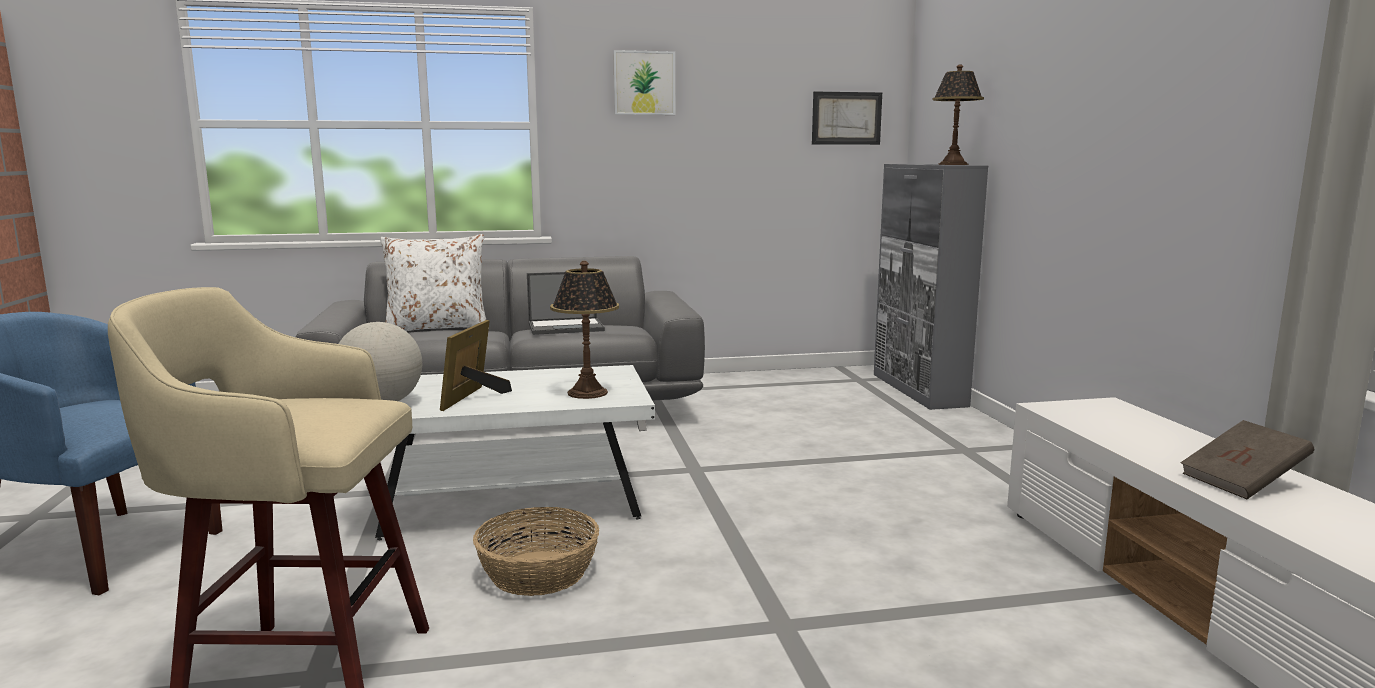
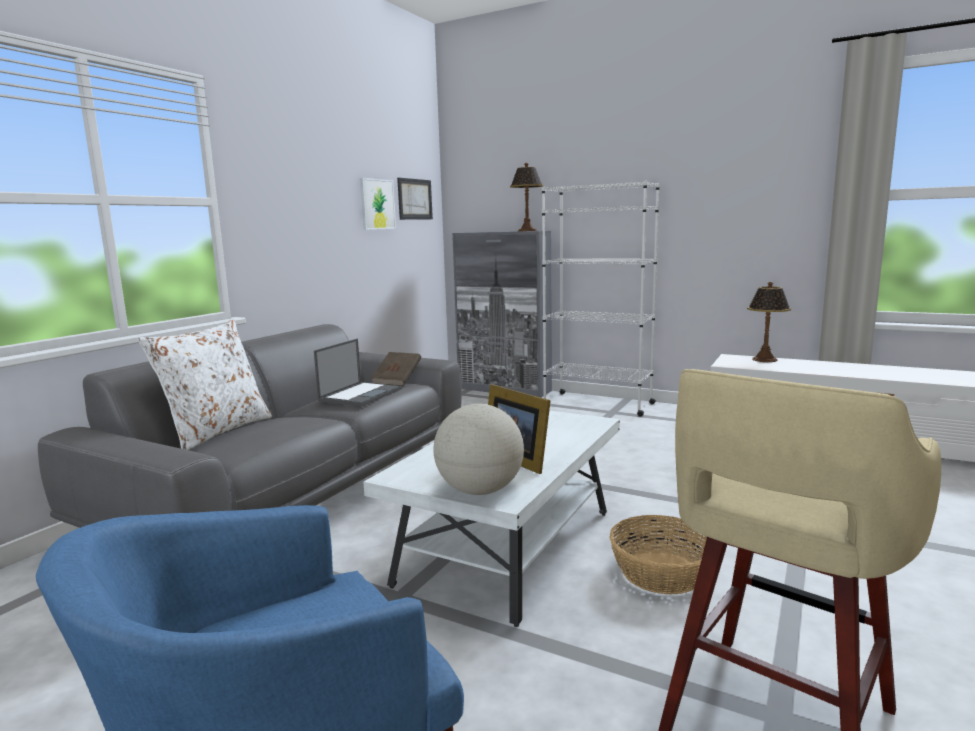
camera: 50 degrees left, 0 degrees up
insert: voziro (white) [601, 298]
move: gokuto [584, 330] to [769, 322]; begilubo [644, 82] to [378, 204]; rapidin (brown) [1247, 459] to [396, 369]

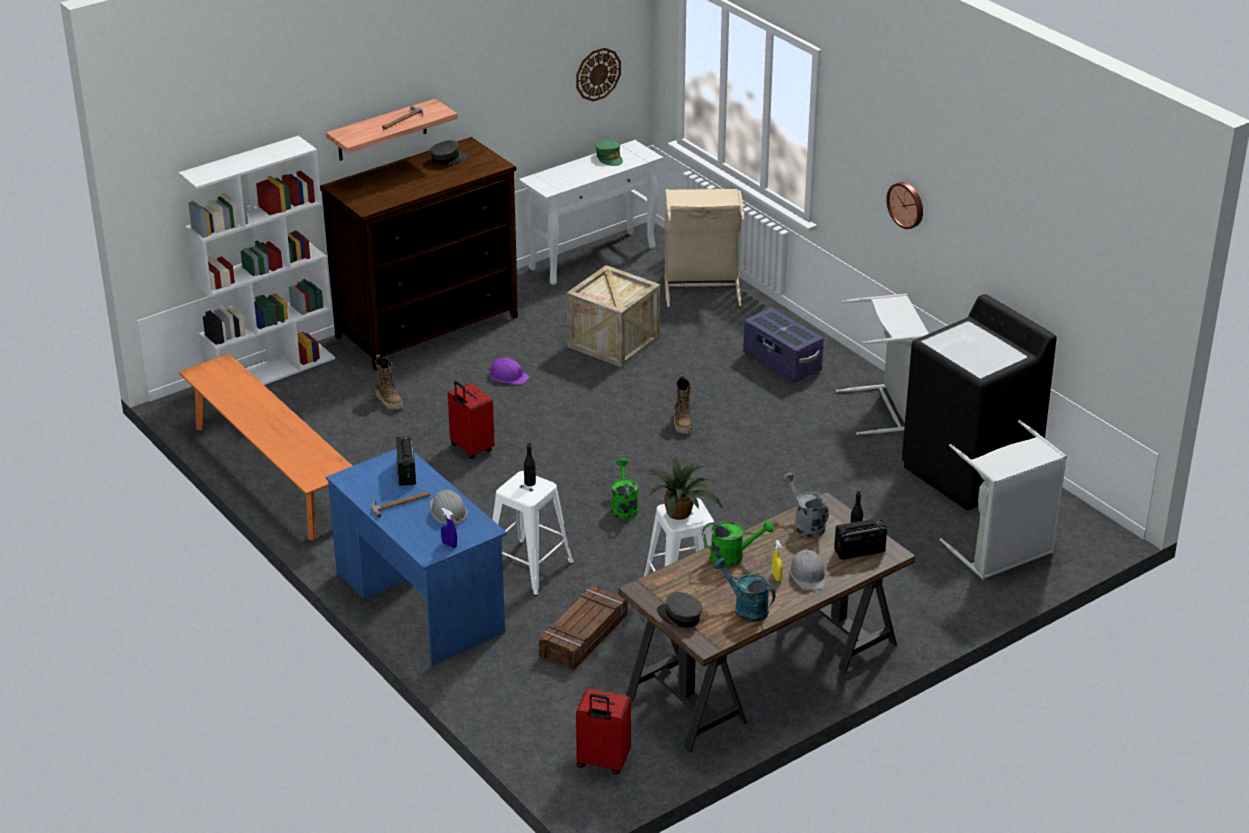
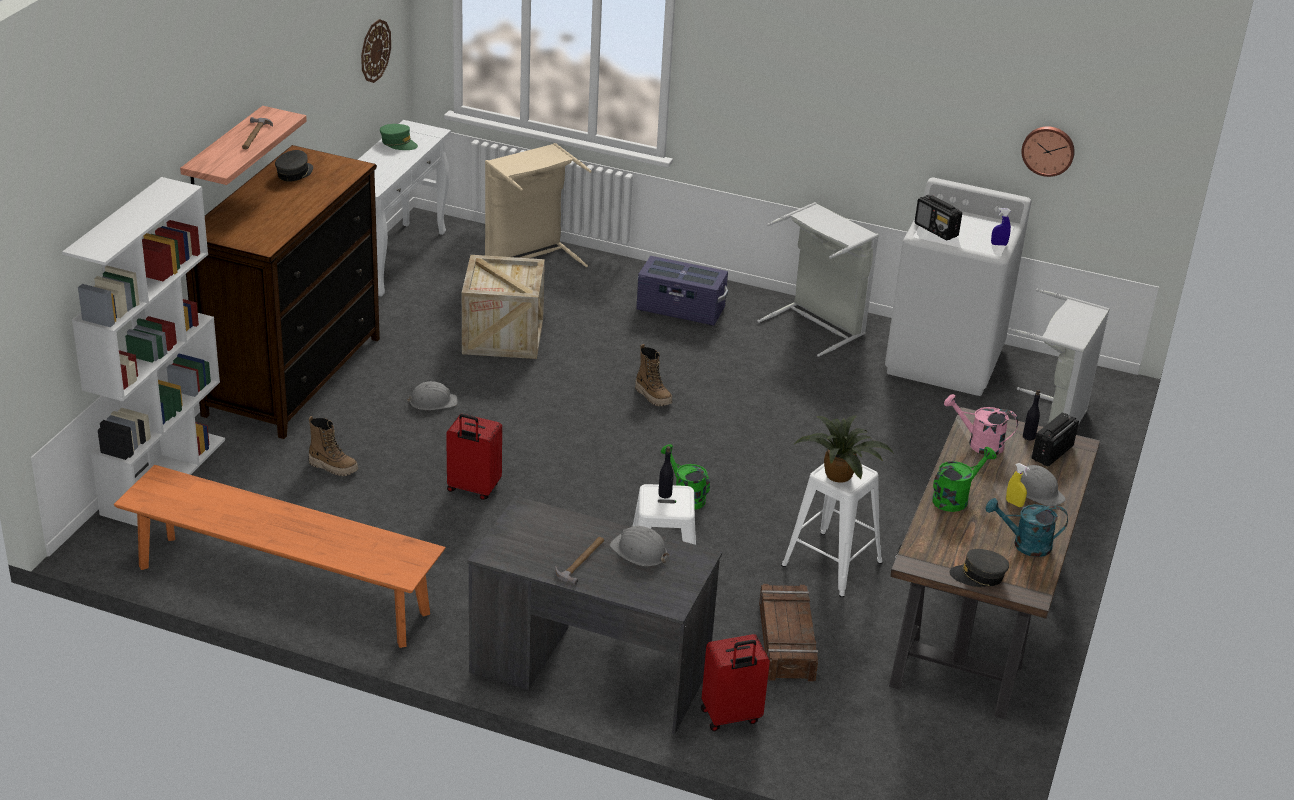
camera: 35 degrees left, 0 degrees up
move: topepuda [406, 461] to [938, 217]; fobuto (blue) [449, 528] to [1001, 227]; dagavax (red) [603, 731] to [735, 682]; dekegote [904, 205] to [1048, 151]
recolor: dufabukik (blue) [416, 557] to dufabukik (grey) [595, 615]; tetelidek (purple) [508, 371] to tetelidek (grey) [432, 395]; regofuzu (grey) [805, 505] to regofuzu (pink) [981, 424]; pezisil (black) [979, 402] to pezisil (white) [958, 287]

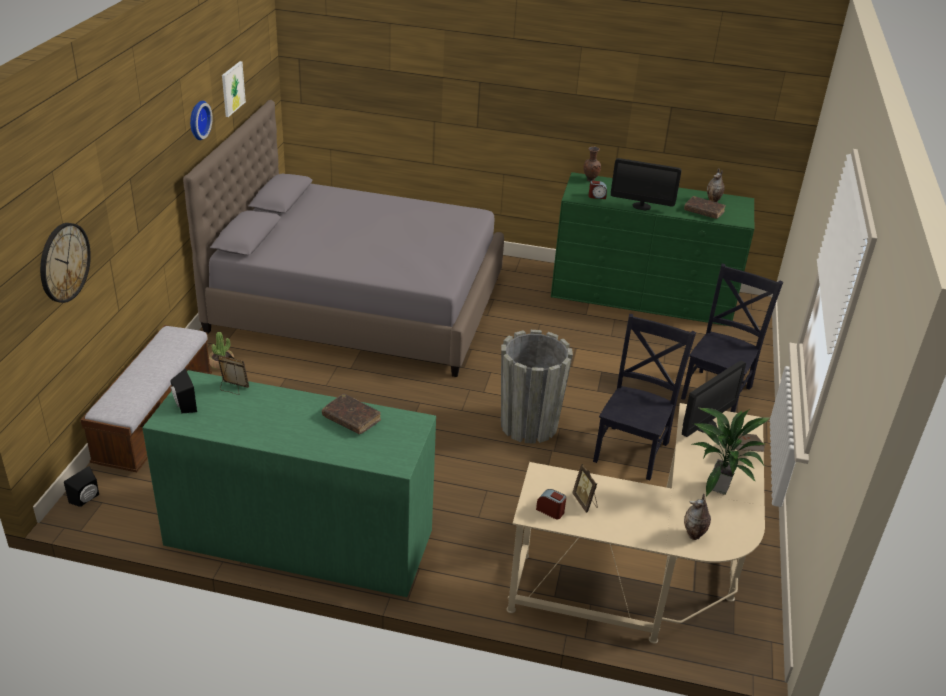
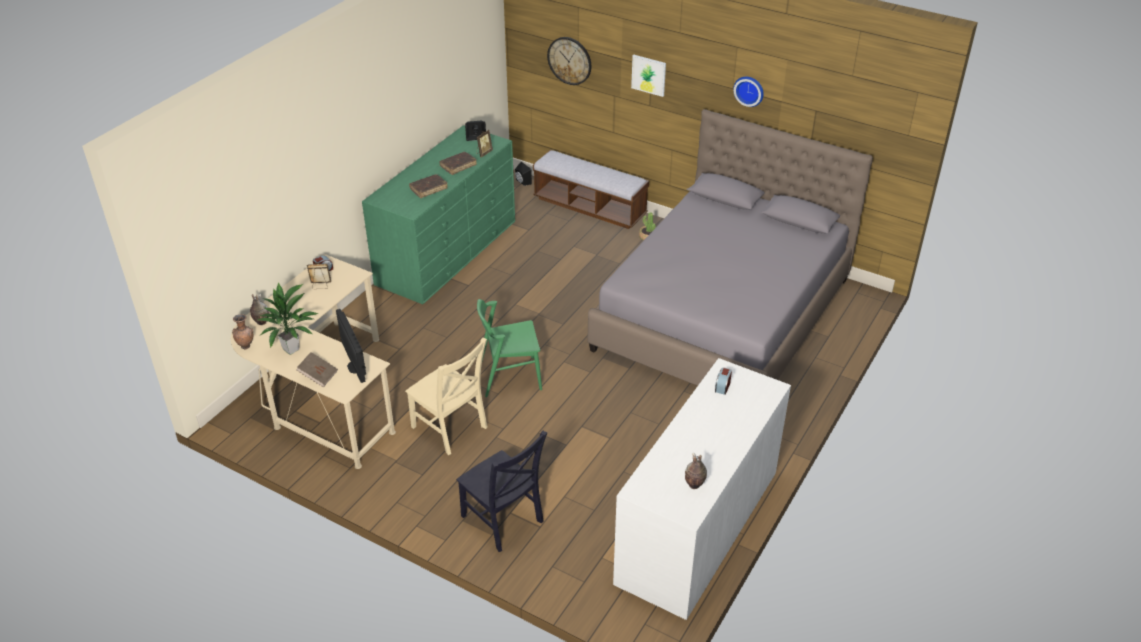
camera: 110 degrees right, 5 degrees up
delete: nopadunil [646, 184]
move: begilubo [234, 89] to [648, 76]; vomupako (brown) [592, 164] to [242, 331]; rapidin (brown) [705, 207] to [458, 163]
replace: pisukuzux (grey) [537, 387] to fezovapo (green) [509, 348]
recolor: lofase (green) [652, 249] to lofase (white) [702, 489]; fezovapo (black) [644, 397] to fezovapo (beige) [446, 396]

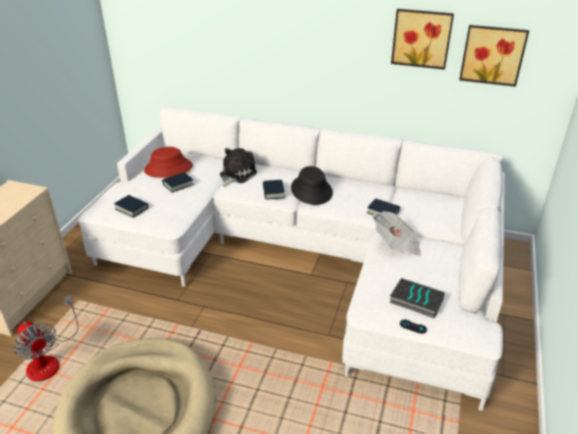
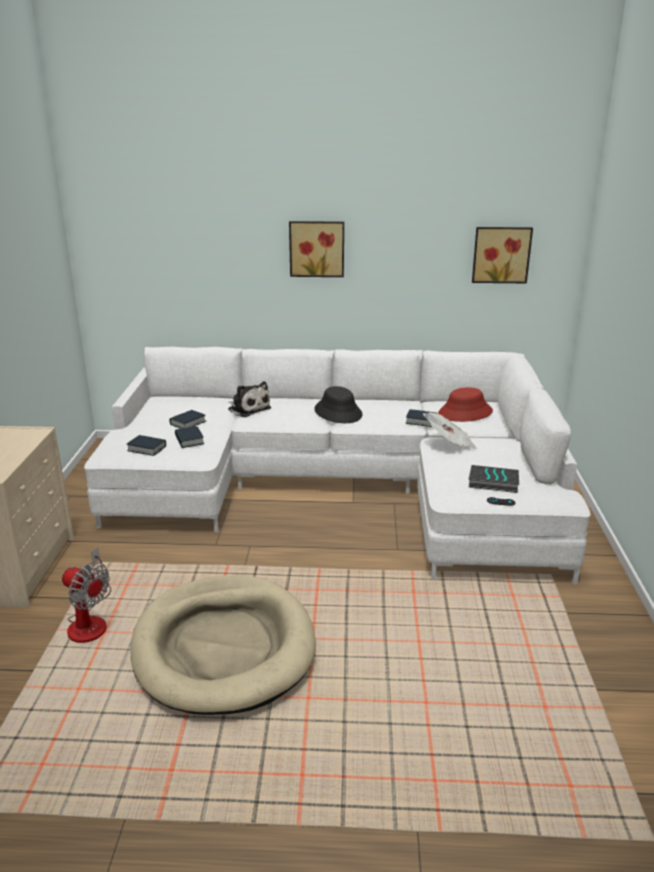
camera: 15 degrees left, 10 degrees down
move: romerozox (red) [168, 162] to [465, 404]; rapidin [274, 190] to [189, 437]; begilubo [422, 39] to [316, 249]
rotate: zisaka [238, 167] = [249, 399] 120 degrees clockwise

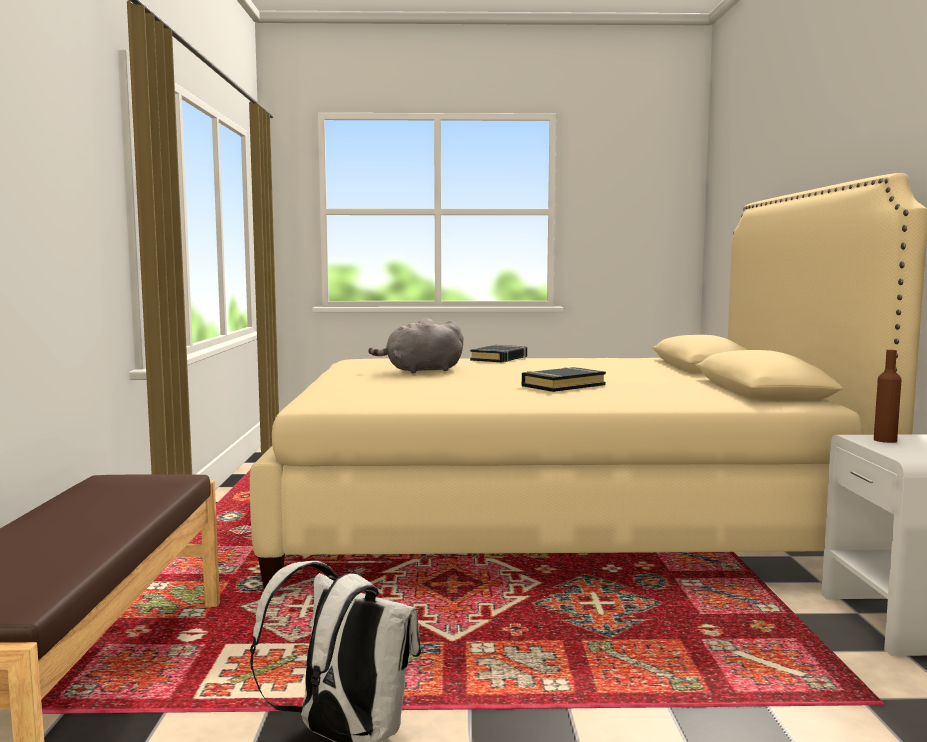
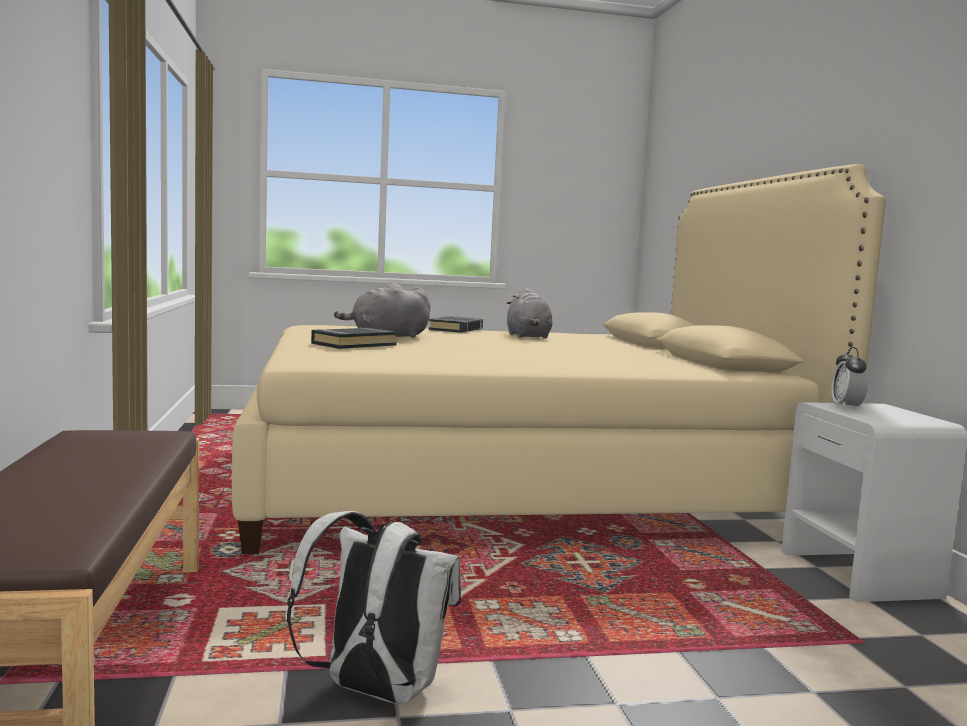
camera: 10 degrees left, 0 degrees up
insert: zisaka (grey) [529, 313]
move: rapidin (black) [564, 379] to [354, 338]
replace: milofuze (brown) [888, 396] to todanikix [850, 378]

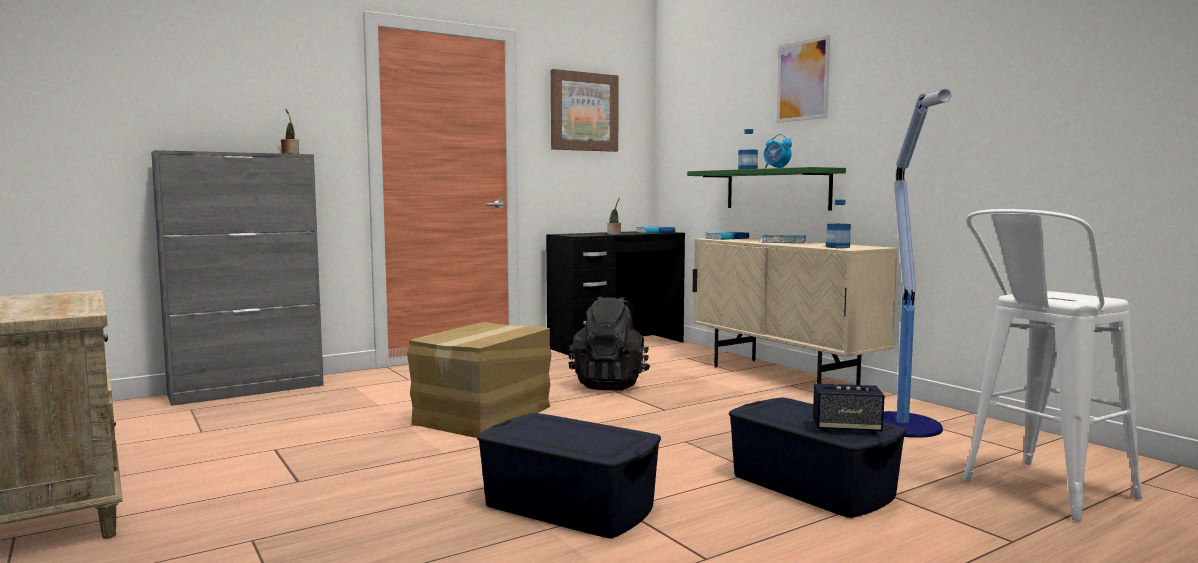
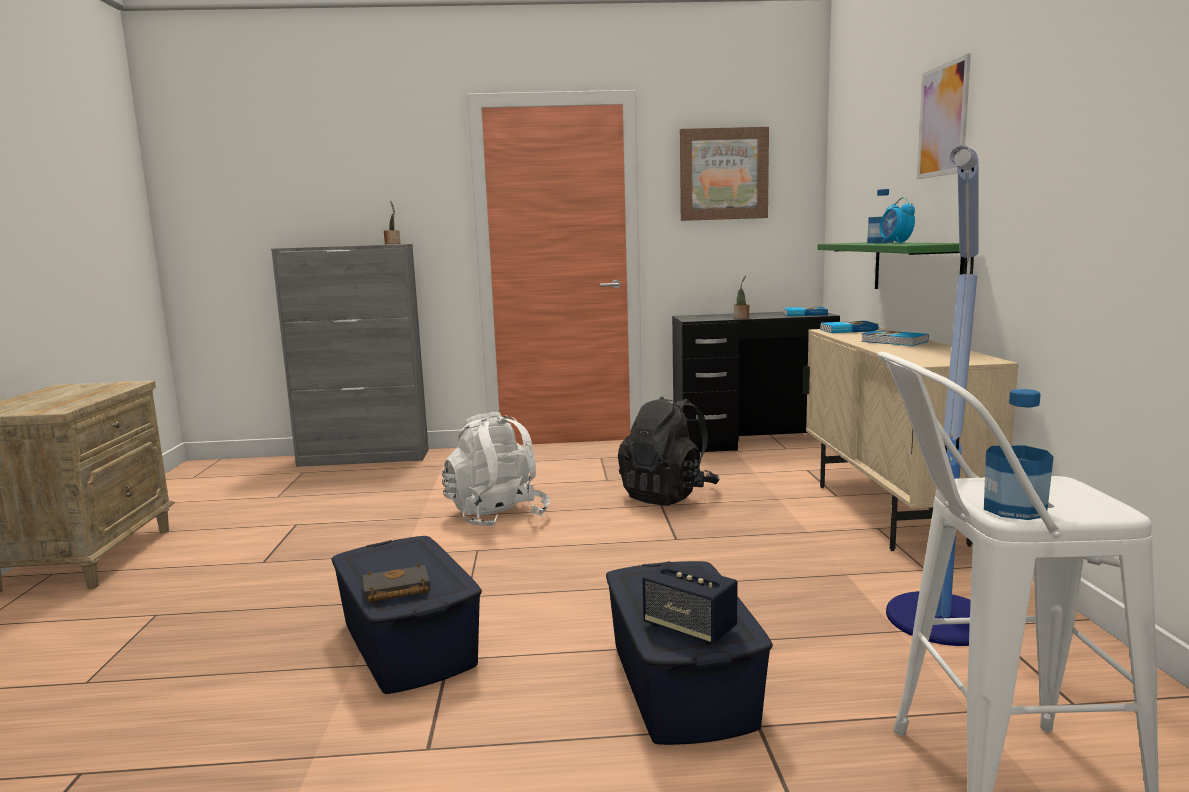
camera: 30 degrees right, 5 degrees up
insert: rapidin (black) [397, 583]
move: milofuze [838, 223] to [1019, 454]
replace: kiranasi [479, 380] to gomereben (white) [496, 469]

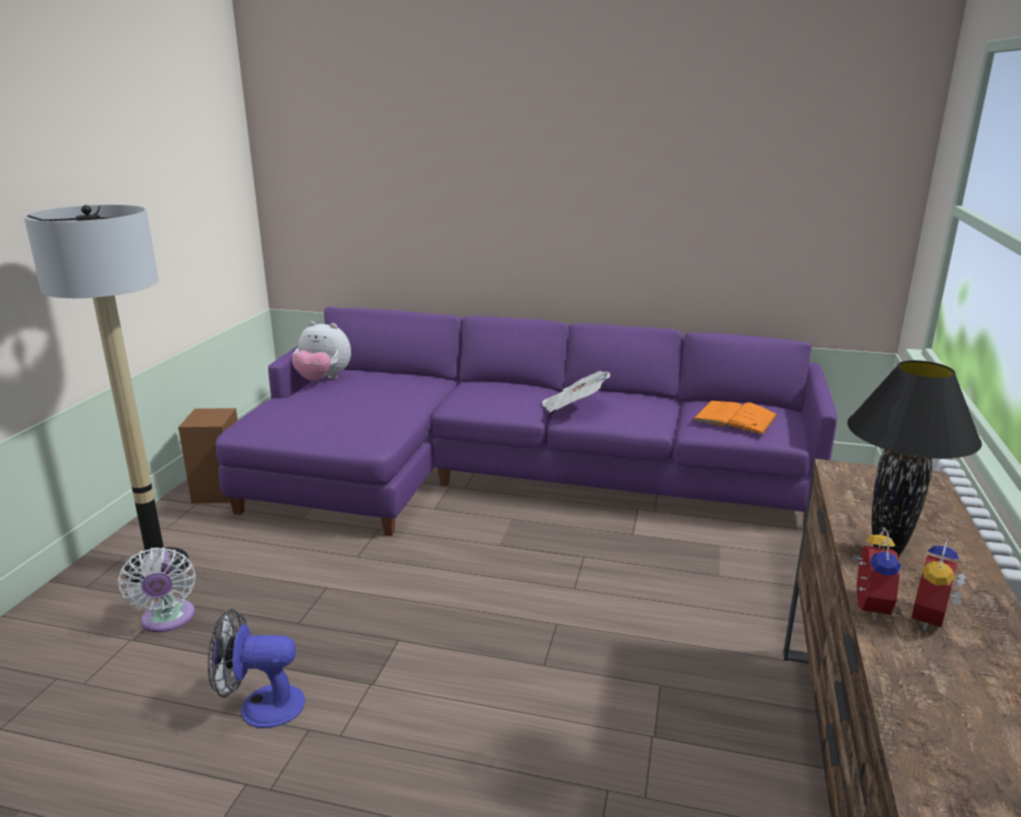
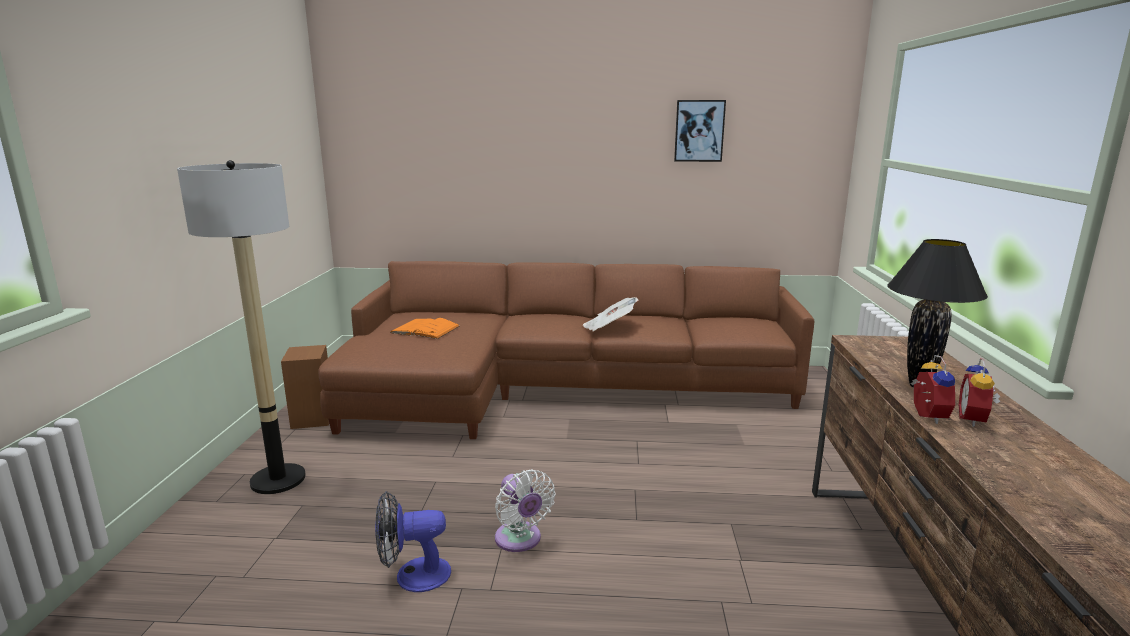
camera: 10 degrees left, 5 degrees down
delete: zisaka [321, 351]
insert: begilubo [700, 131]
move: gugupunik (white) [157, 590] to [525, 510]; rapidin (orange) [735, 418] to [425, 328]
recolor: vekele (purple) [526, 421] to vekele (brown) [567, 350]

